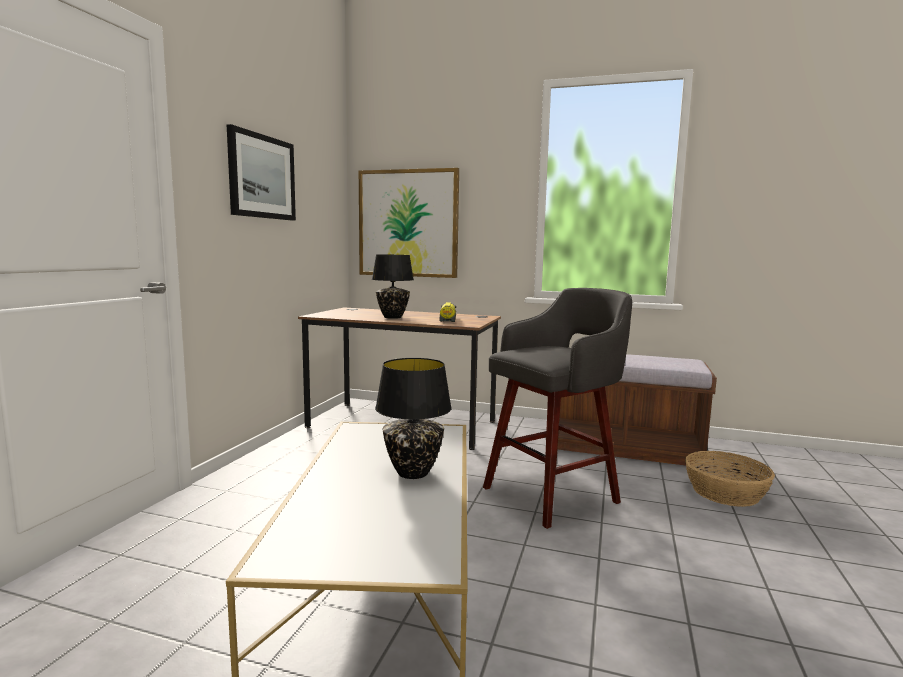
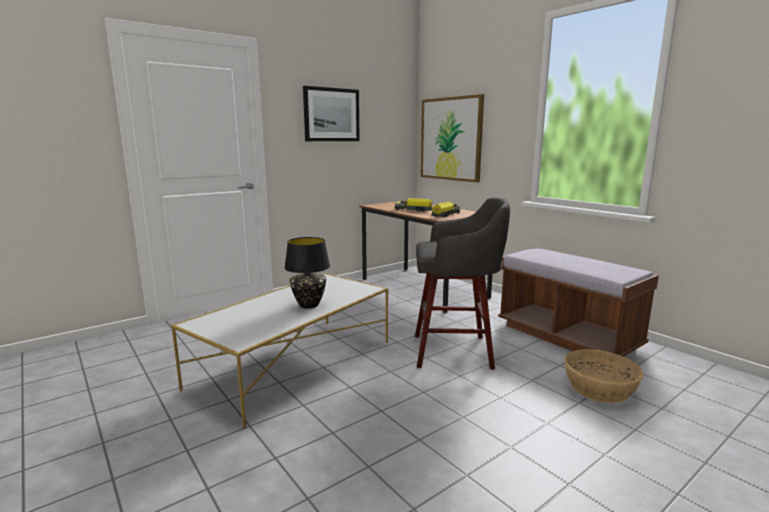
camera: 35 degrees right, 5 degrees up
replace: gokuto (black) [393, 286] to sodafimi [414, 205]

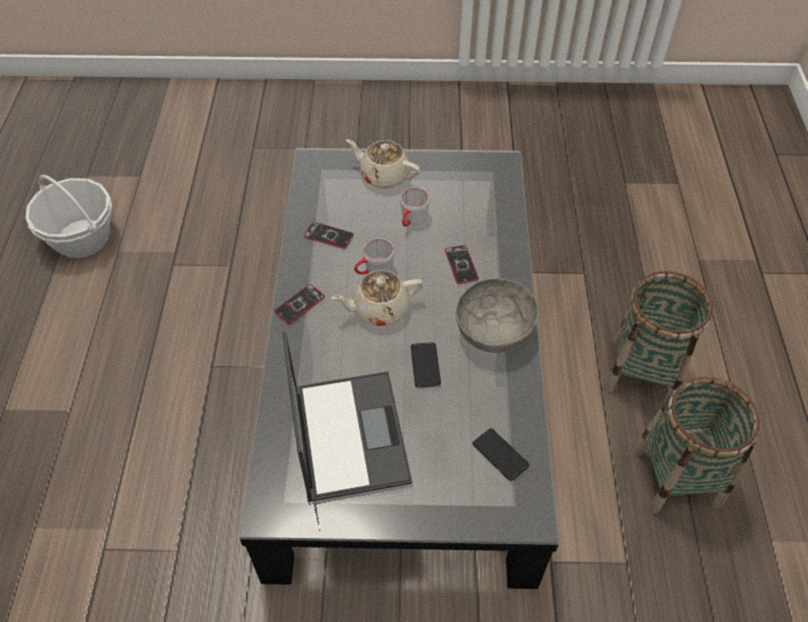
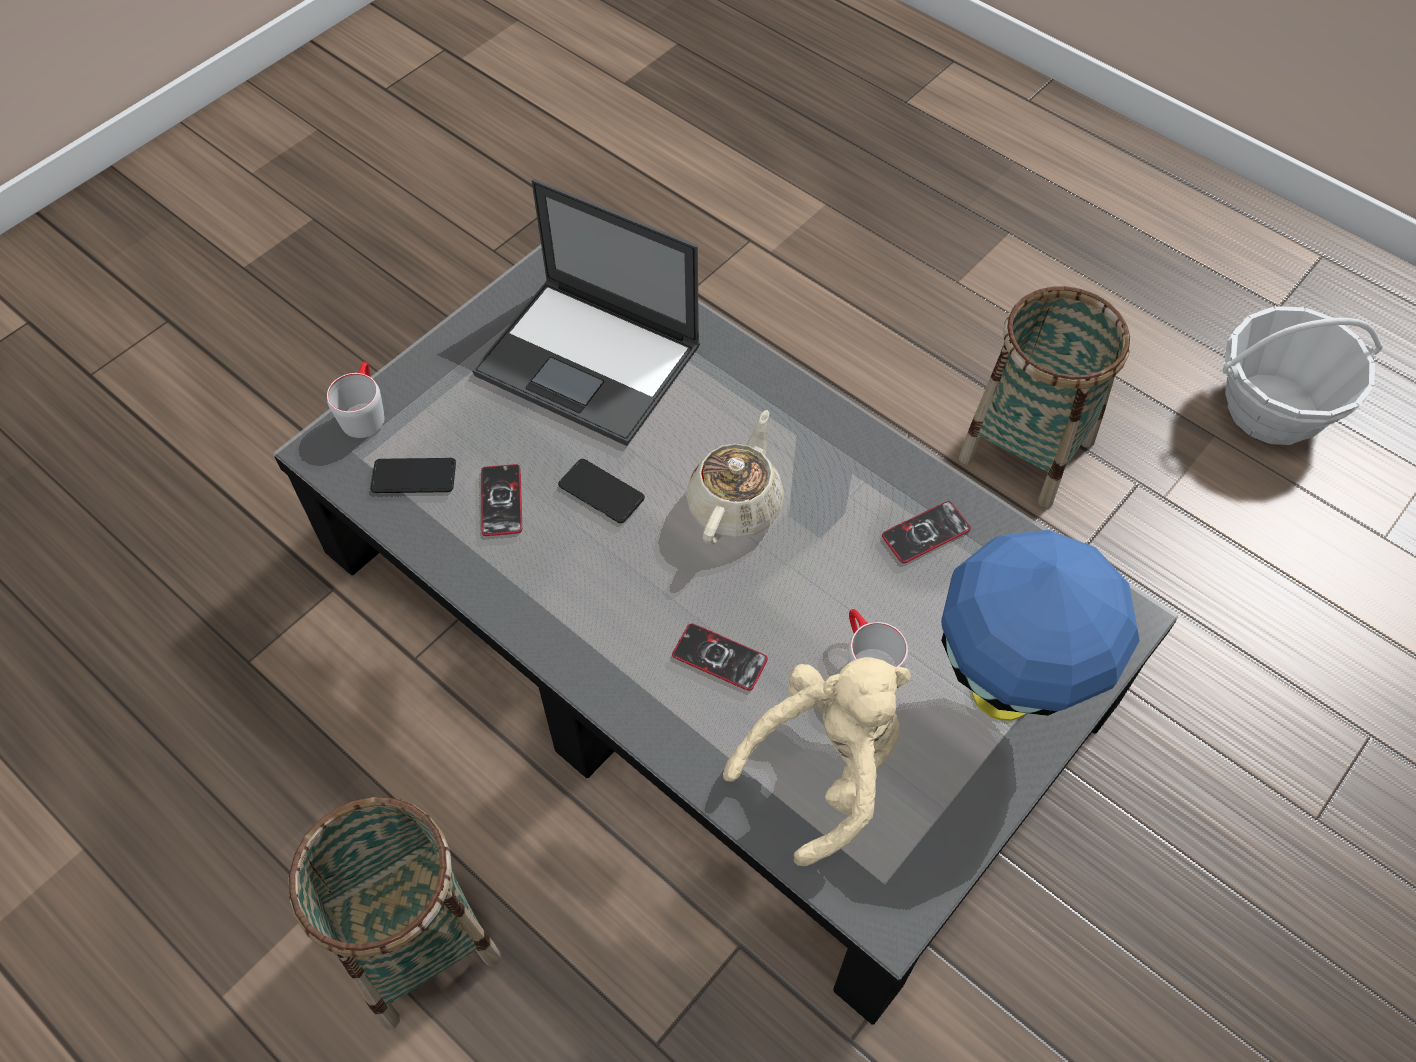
camera: 130 degrees right, 5 degrees up
delete: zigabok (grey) [497, 315]
insert: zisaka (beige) [817, 761]
move: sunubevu [300, 304] to [501, 500]; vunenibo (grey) [374, 256] to [356, 400]; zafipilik [696, 445] to [1044, 397]
replace: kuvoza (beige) [383, 163] to gokuto (blue) [1040, 625]

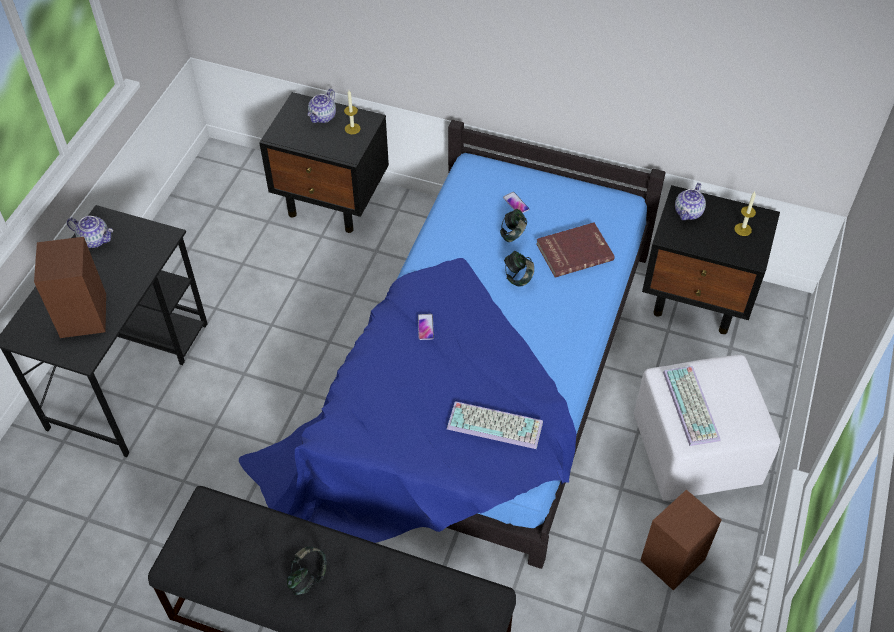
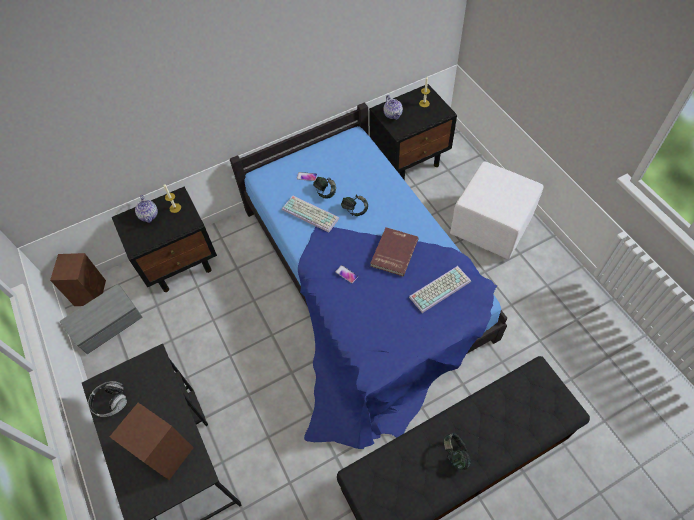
camera: 45 degrees left, 5 degrees up
insert: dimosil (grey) [100, 319]
move: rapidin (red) [575, 250] to [394, 251]; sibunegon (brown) [681, 540] to [78, 279]; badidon [691, 406] to [311, 214]
replace: kuvoza [90, 232] to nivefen [107, 399]

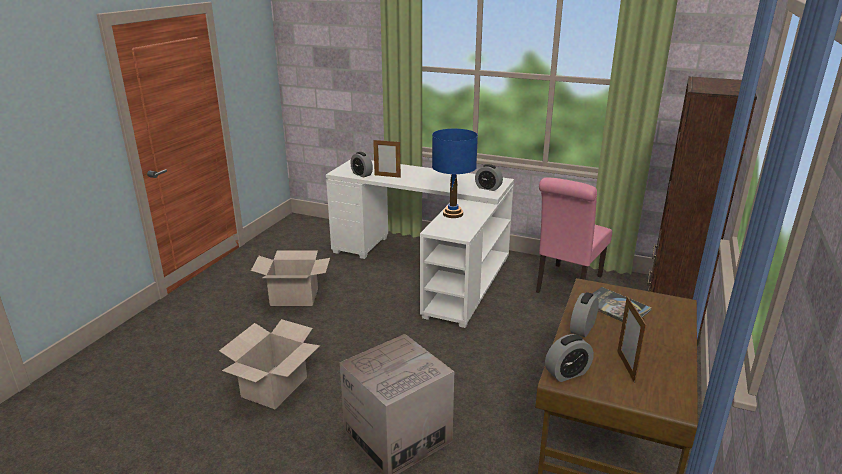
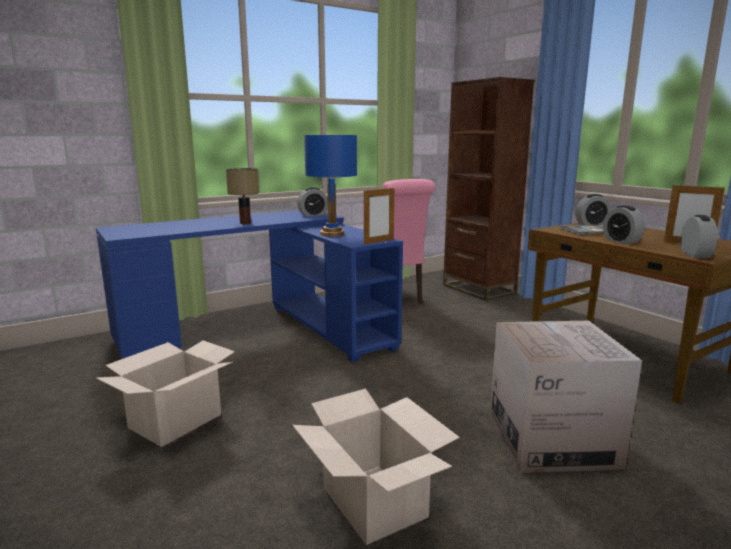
camera: 55 degrees left, 10 degrees down
insert: gokuto [243, 196]
move: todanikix [361, 165] to [593, 209]; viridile [387, 159] to [379, 216]
recolor: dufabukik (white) [420, 243] to dufabukik (blue) [249, 286]

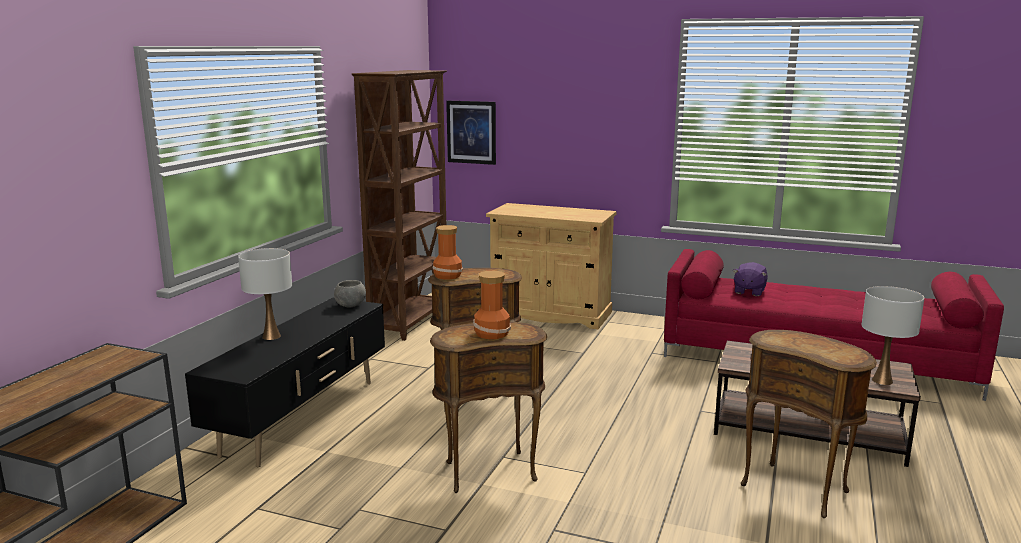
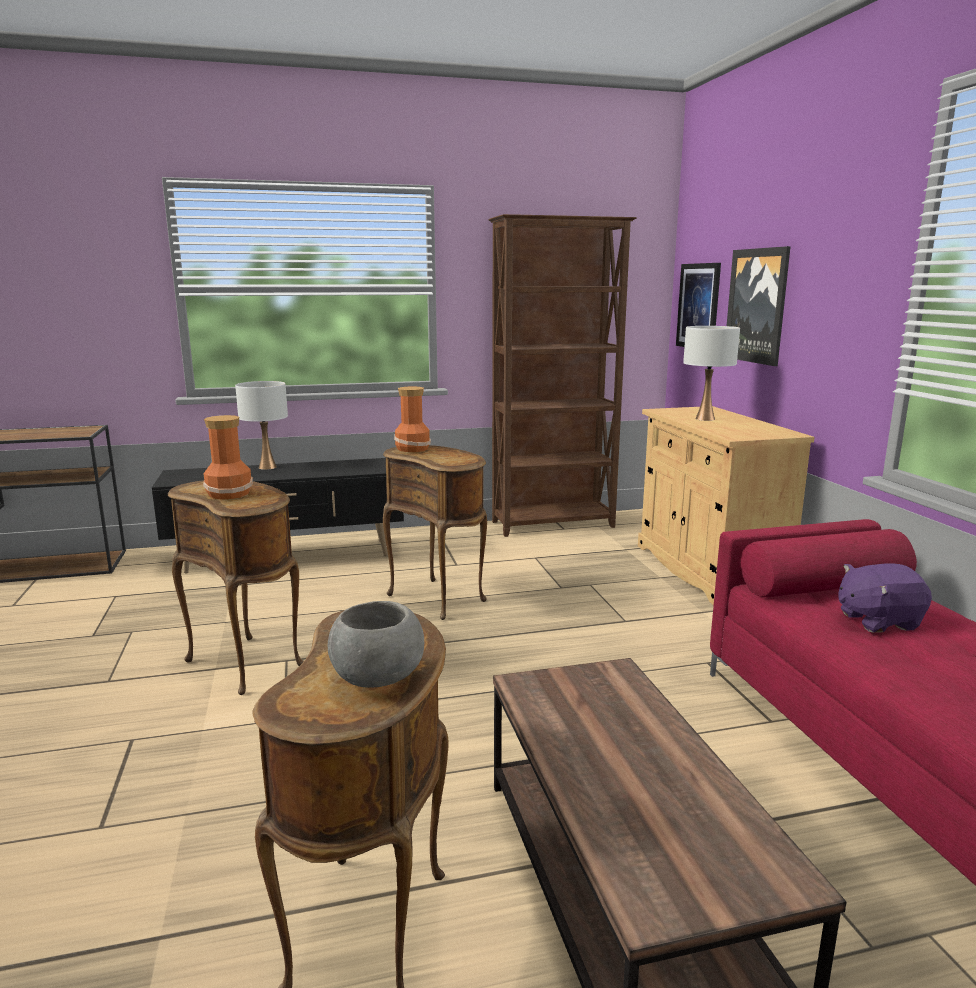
camera: 55 degrees right, 0 degrees up
insert: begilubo [759, 306]
move: zigabok (grey) [350, 293] to [376, 644]; gokuto (white) [893, 335] to [711, 373]

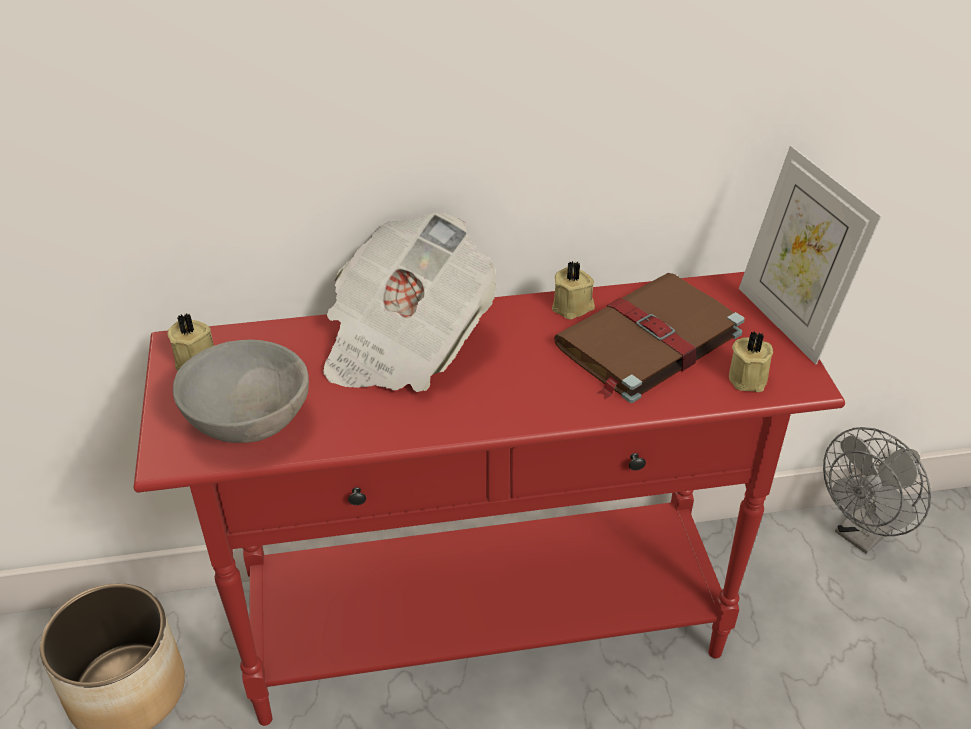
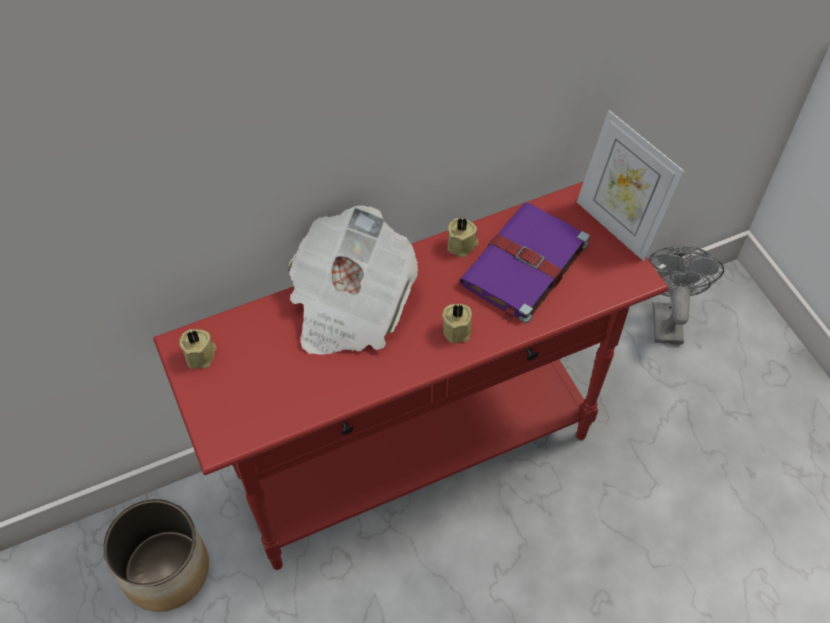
camera: 15 degrees left, 15 degrees up
delete: zigabok (grey) [241, 391]
move: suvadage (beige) [751, 361] to [457, 323]
recolor: rapidin (brown) [649, 338] to rapidin (purple) [524, 263]
rotate: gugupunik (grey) [877, 490] = [686, 295] 150 degrees clockwise

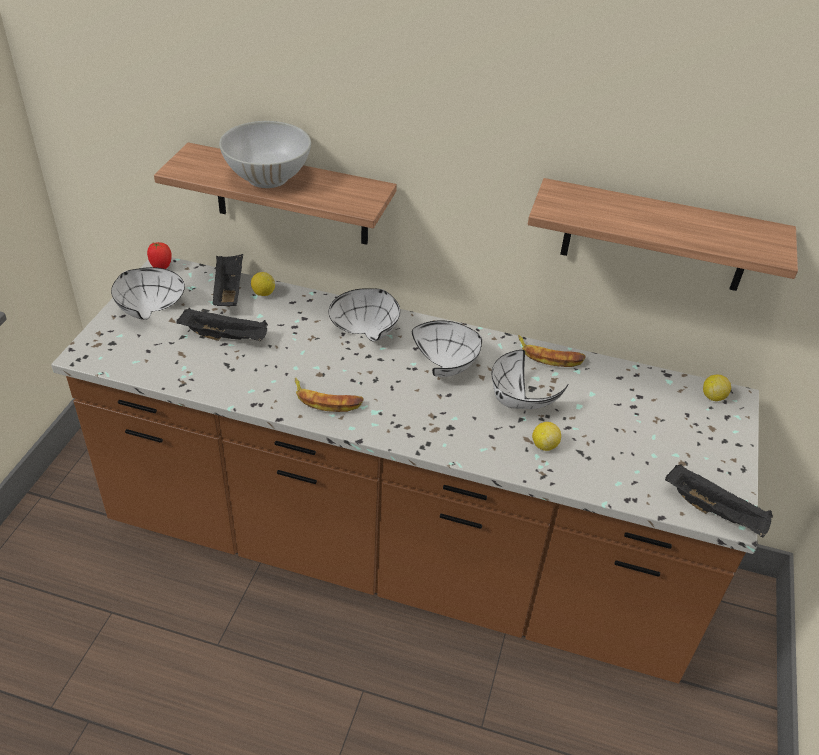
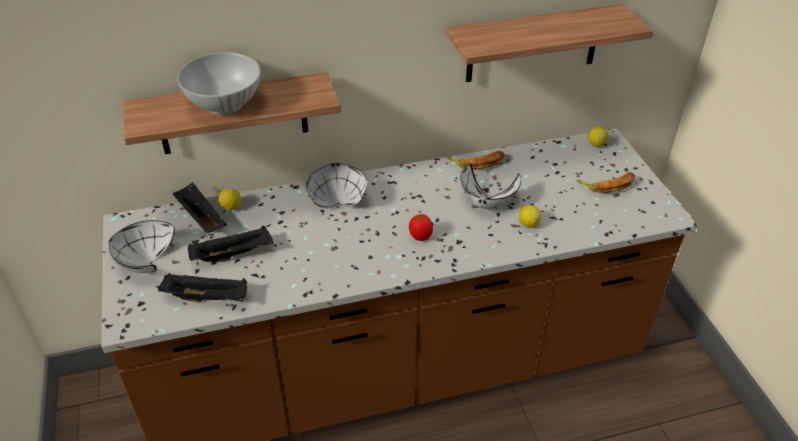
camera: 30 degrees left, 0 degrees up
delete: zigabok (white) [447, 349]
move: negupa [159, 255] to [421, 227]; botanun [329, 394] to [606, 182]; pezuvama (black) [719, 500] to [202, 288]

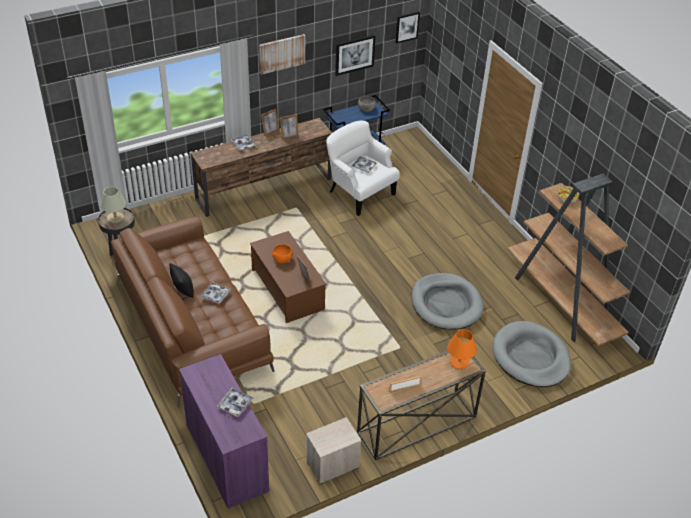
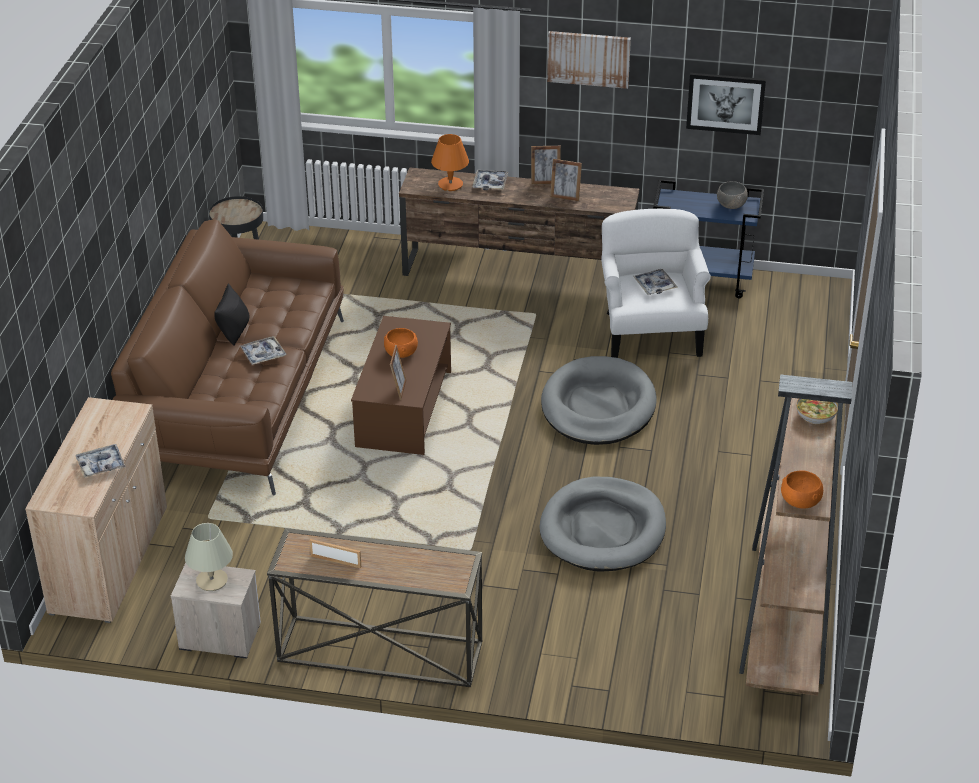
camera: 40 degrees right, 5 degrees down
delete: begilubo [407, 28]
insert: zigabok (orange) [802, 489]
move: gokuto (beige) [113, 205] to [209, 557]; gokuto (orange) [462, 349] to [450, 162]; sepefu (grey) [531, 354] to [599, 400]
recolor: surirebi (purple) [224, 431] to surirebi (beige) [96, 510]

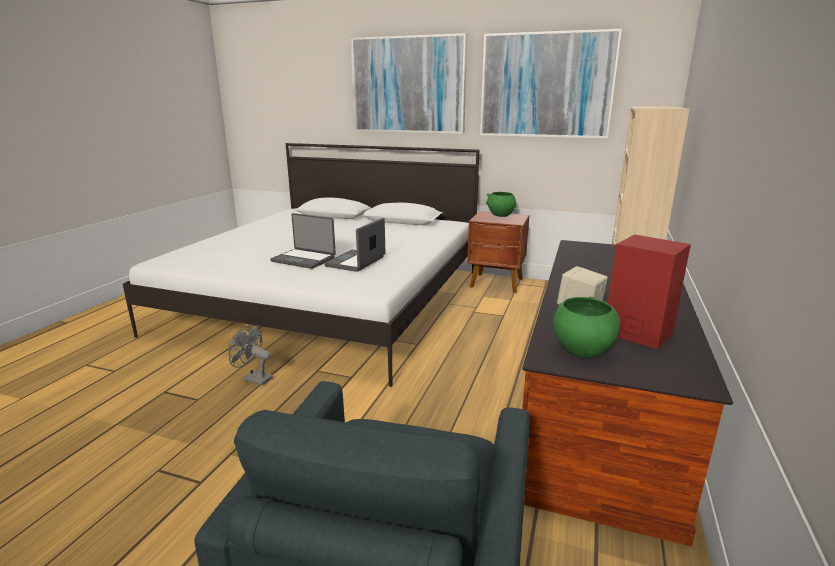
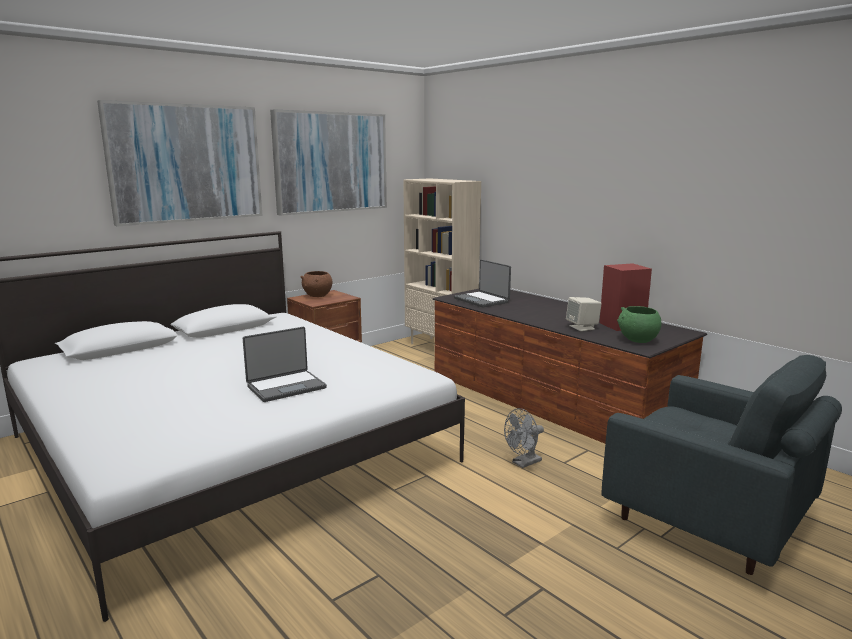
camera: 60 degrees left, 5 degrees down
move: gugupunik (grey) [250, 355] to [524, 438]; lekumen [354, 245] to [482, 283]
recolor: zigabok (green) [501, 204] to zigabok (brown) [317, 284]

